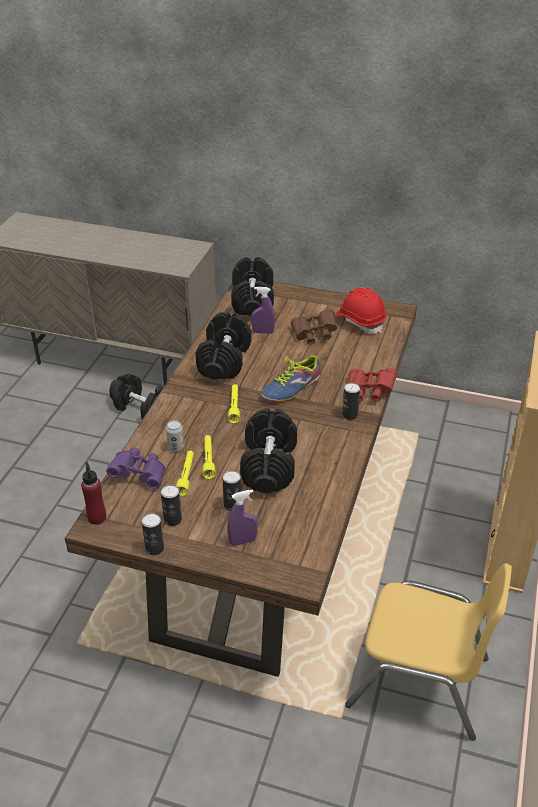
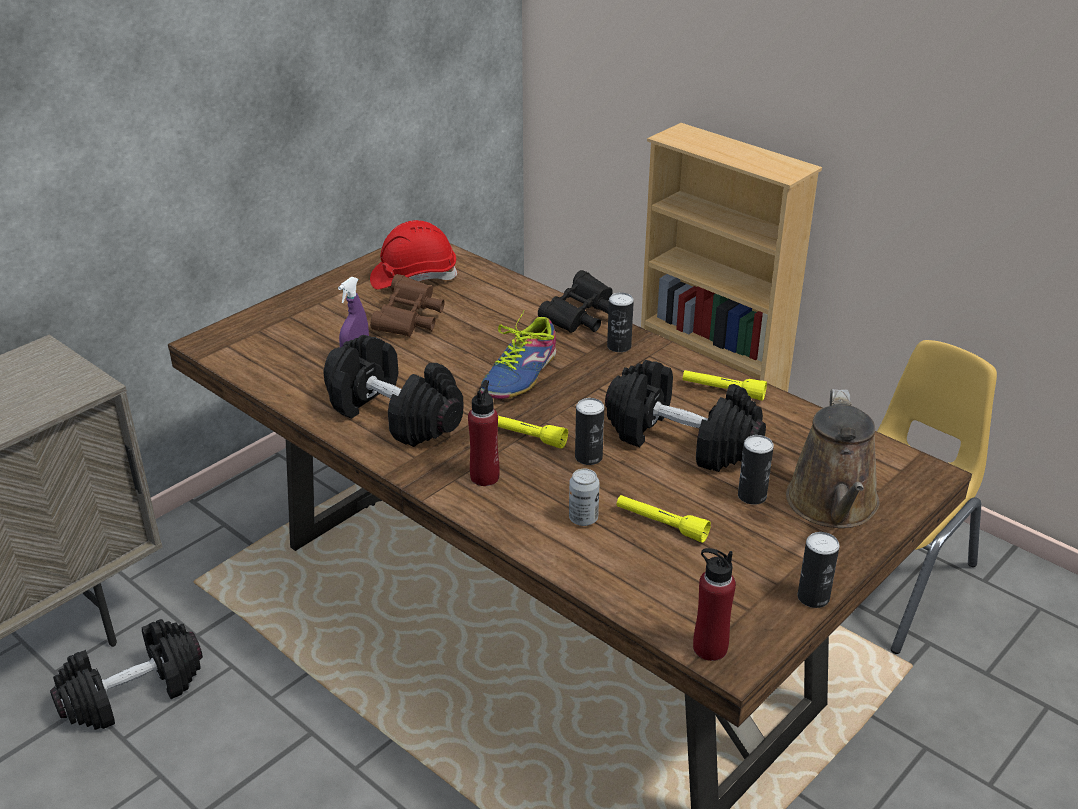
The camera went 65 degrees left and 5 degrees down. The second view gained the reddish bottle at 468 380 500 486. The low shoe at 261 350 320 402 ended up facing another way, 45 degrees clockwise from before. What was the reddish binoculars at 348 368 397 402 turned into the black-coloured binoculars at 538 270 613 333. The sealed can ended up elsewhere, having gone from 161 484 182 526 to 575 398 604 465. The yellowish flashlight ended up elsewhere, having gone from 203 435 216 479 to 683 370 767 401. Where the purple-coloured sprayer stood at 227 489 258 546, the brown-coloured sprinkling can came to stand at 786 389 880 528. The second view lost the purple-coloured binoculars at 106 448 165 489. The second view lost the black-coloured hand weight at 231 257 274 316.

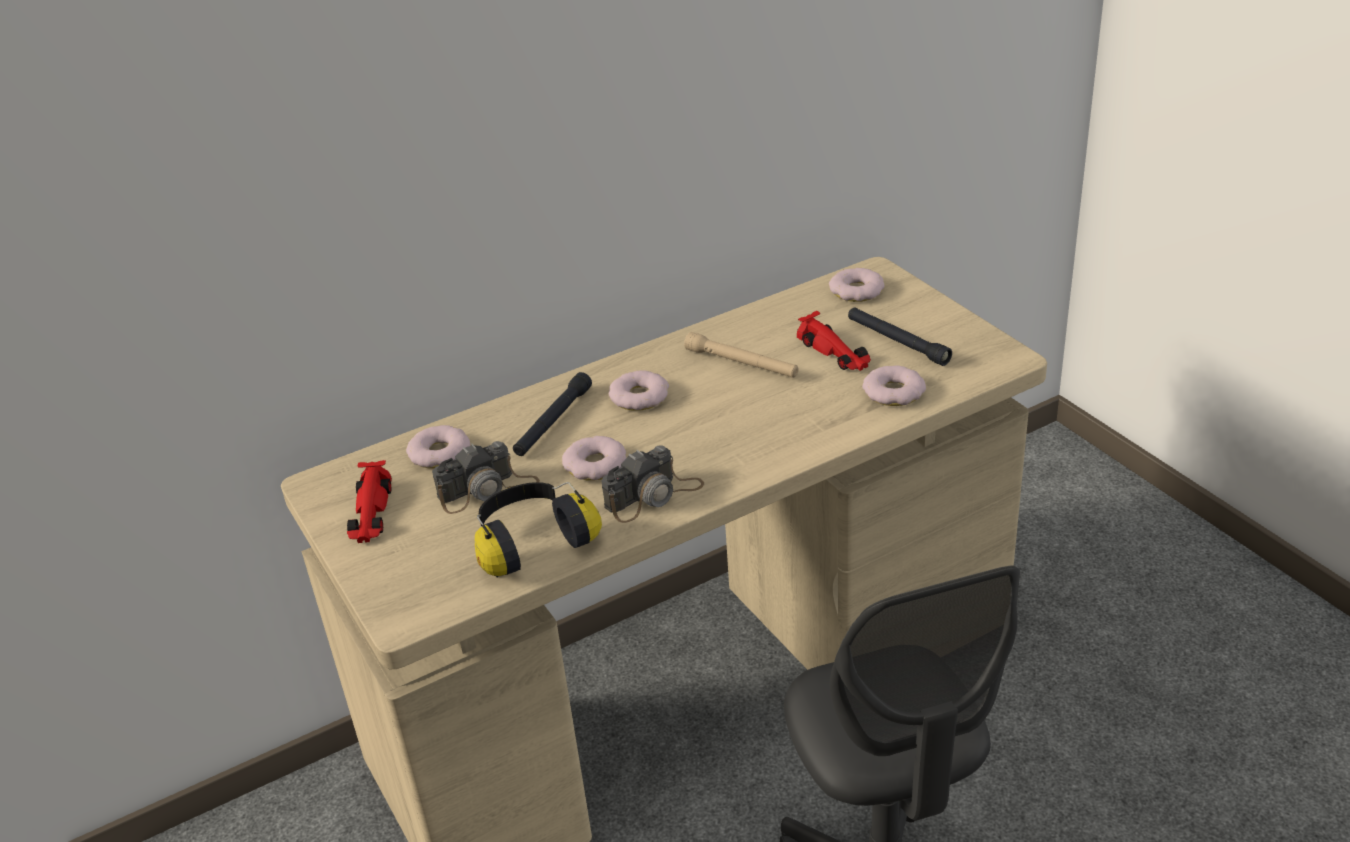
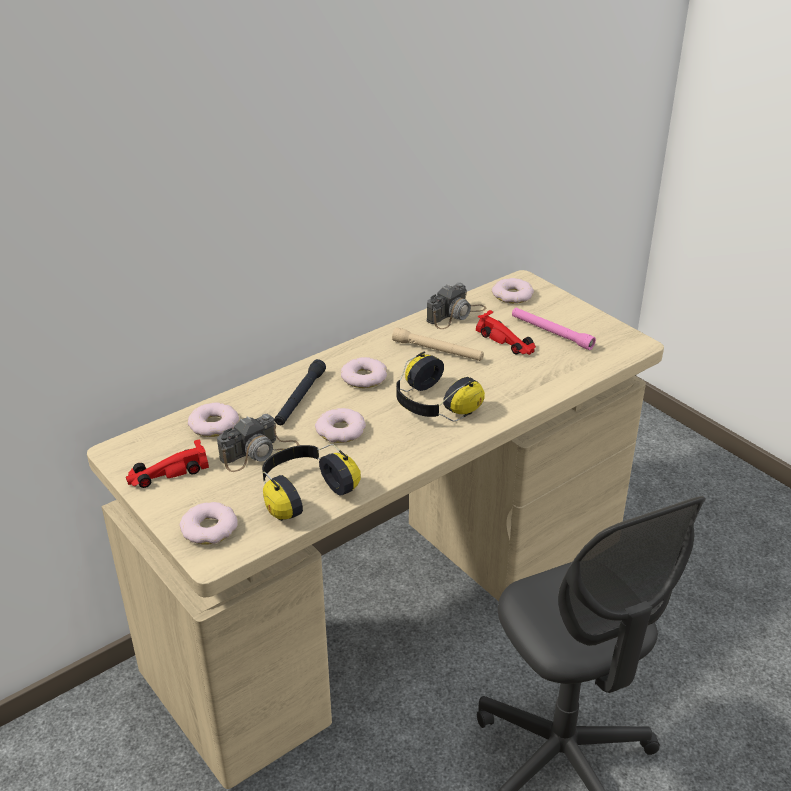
The camera went 10 degrees left and 0 degrees up. The reddish miniature car at 347 460 392 543 ended up facing another way, 75 degrees clockwise from before. The doughnut ended up elsewhere, having gone from 862 365 926 406 to 179 502 238 545. The second view gained the pair of headphones at 396 352 485 422. The still camera ended up elsewhere, having gone from 602 445 704 523 to 426 283 486 329. What was the black-coloured flashlight at 848 307 952 366 turned into the pink flashlight at 512 308 596 350.

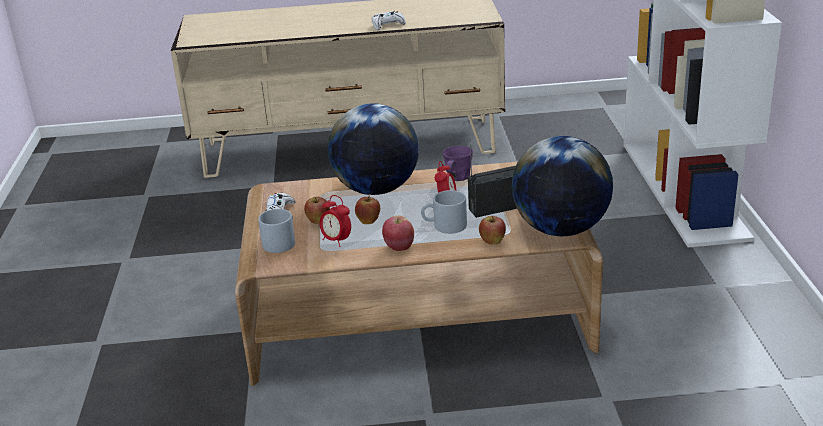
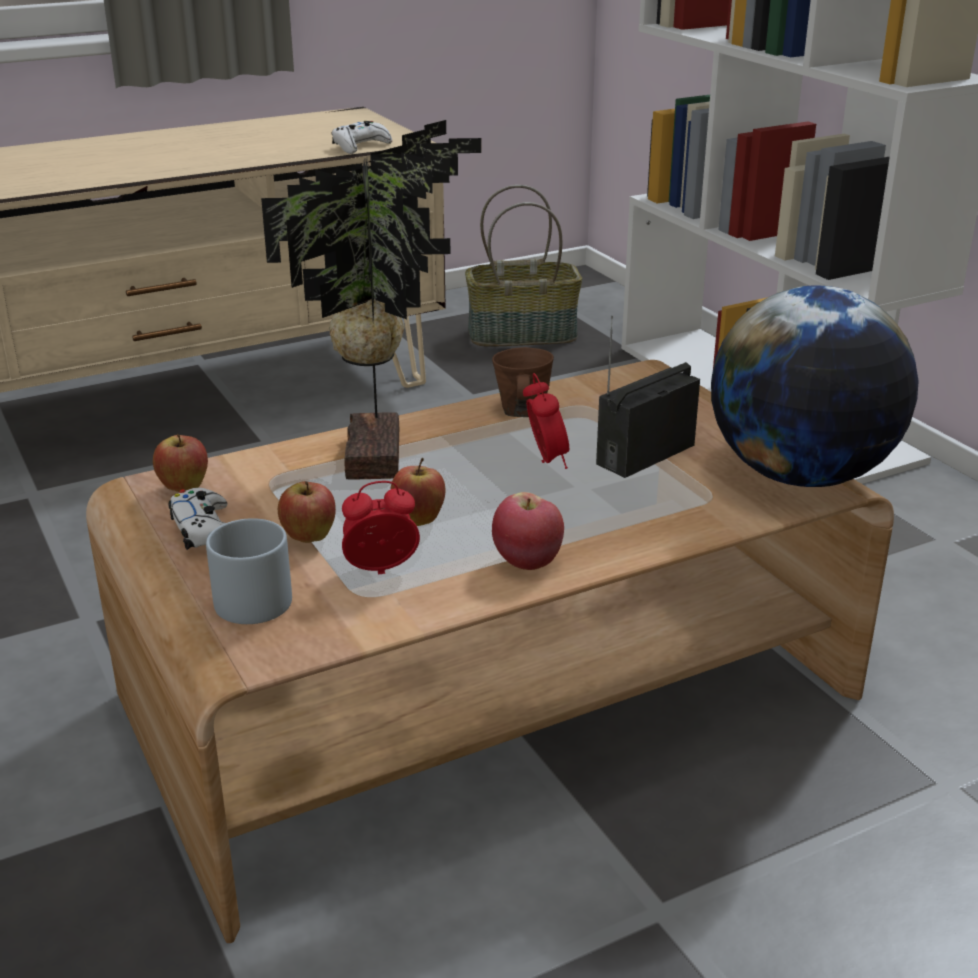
The camera went 25 degrees left and 0 degrees up. The whole apple ended up elsewhere, having gone from 479 216 506 245 to 153 434 208 492. Where the desk globe stood at 328 103 419 195, the houseplant came to stand at 261 120 482 480. The white-coloured gamepad ended up elsewhere, having gone from 372 11 406 30 to 332 121 392 154. The bedside clock at 320 195 351 247 ended up facing another way, 150 degrees clockwise from before. The second view gained the household basket at 465 185 582 347. What was the purple-coloured coffee mug at 442 146 473 181 turned into the brown-coloured coffee mug at 492 347 554 417. The second view lost the gray coffee mug at 421 190 467 234.

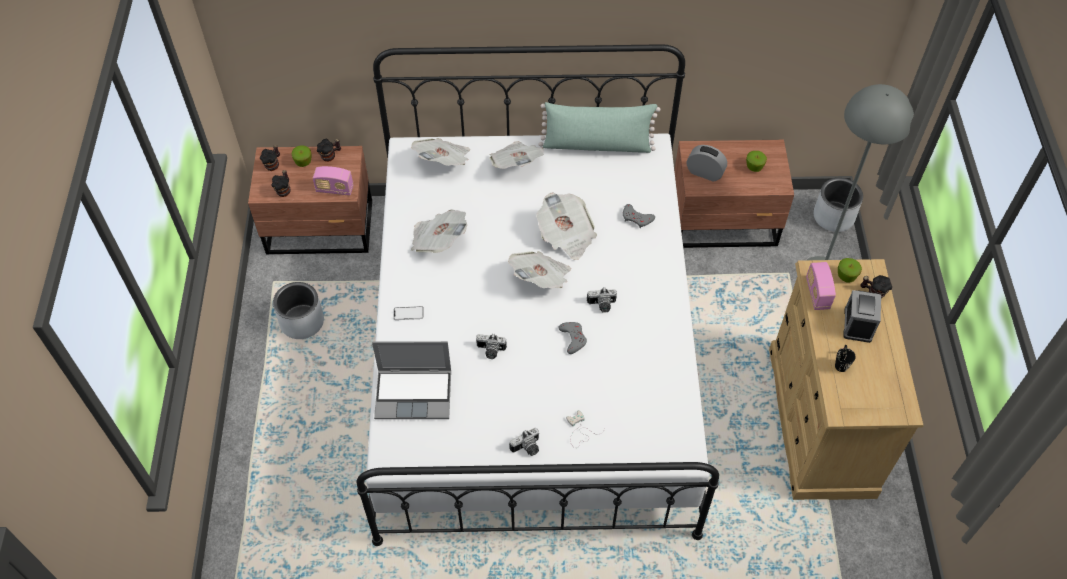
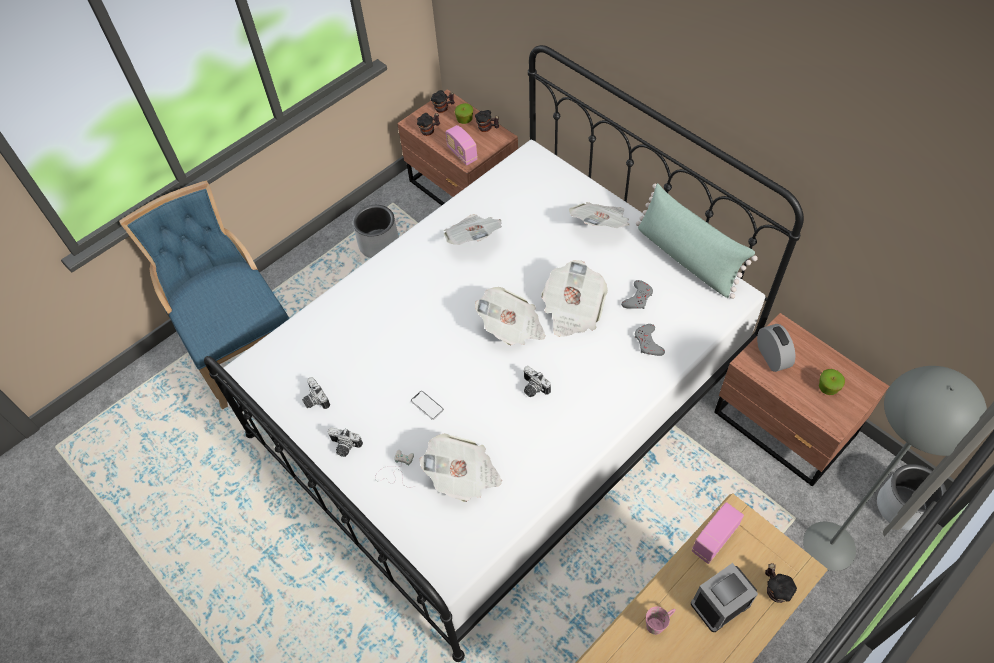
The camera went 50 degrees right and 0 degrees up. The second view gained the bluish plain chair at 119 181 290 410. The still camera ended up elsewhere, having gone from 476 333 507 359 to 302 377 330 409. The phone ended up elsewhere, having gone from 393 306 424 320 to 411 391 444 420. The daily paper ended up elsewhere, having gone from 411 138 470 166 to 420 433 502 502. The gray gamepad ended up elsewhere, having gone from 558 322 587 354 to 621 280 653 309. What was the black-coloured coffee mug at 835 345 856 372 turned into the pink coffee mug at 646 606 676 635. The second view lost the notebook computer at 372 341 451 419. The second view lost the whole apple at 838 258 862 283.

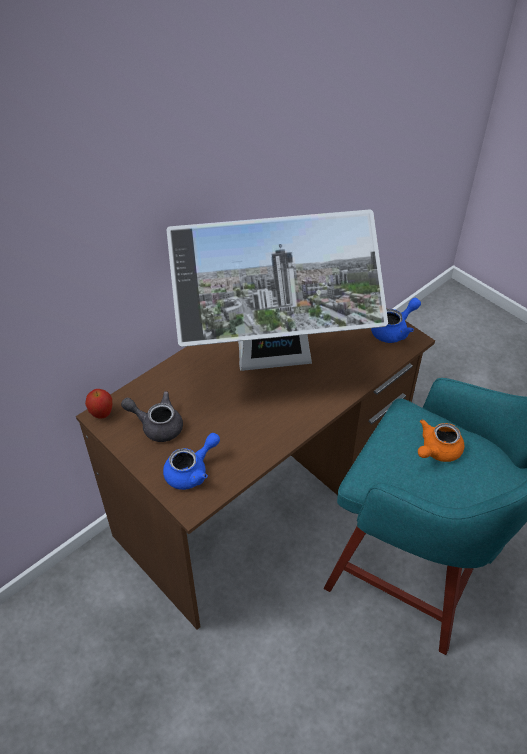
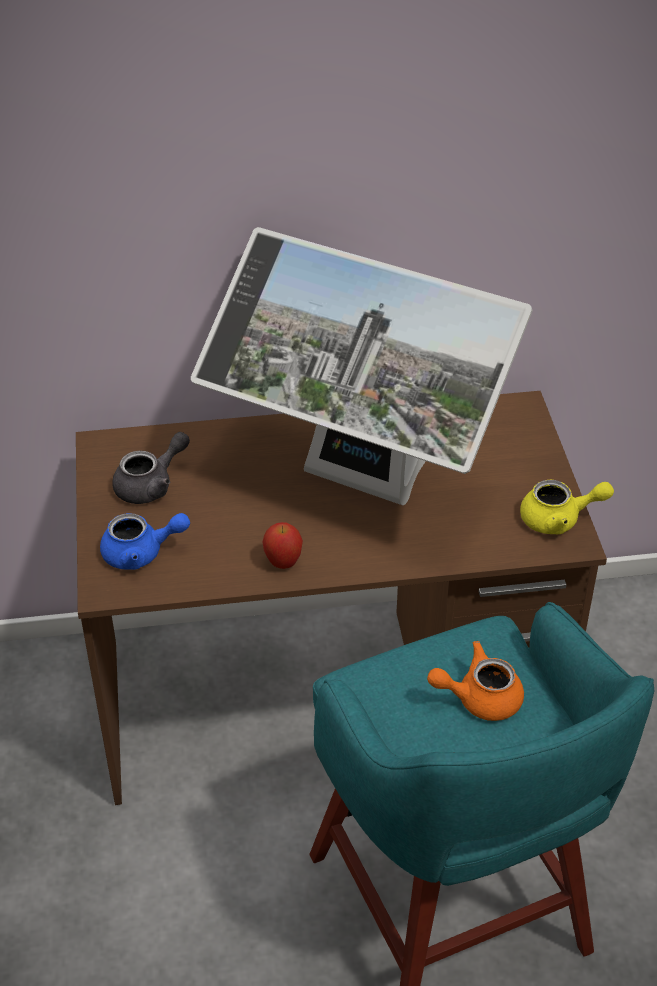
The camera went 35 degrees right and 5 degrees down. The gray tea pot at 121 391 183 442 ended up facing another way, 90 degrees clockwise from before. The whole apple ended up elsewhere, having gone from 85 389 112 419 to 262 522 303 569. What was the bluish tea pot at 371 298 421 343 turned into the yellowish tea pot at 520 480 614 534.

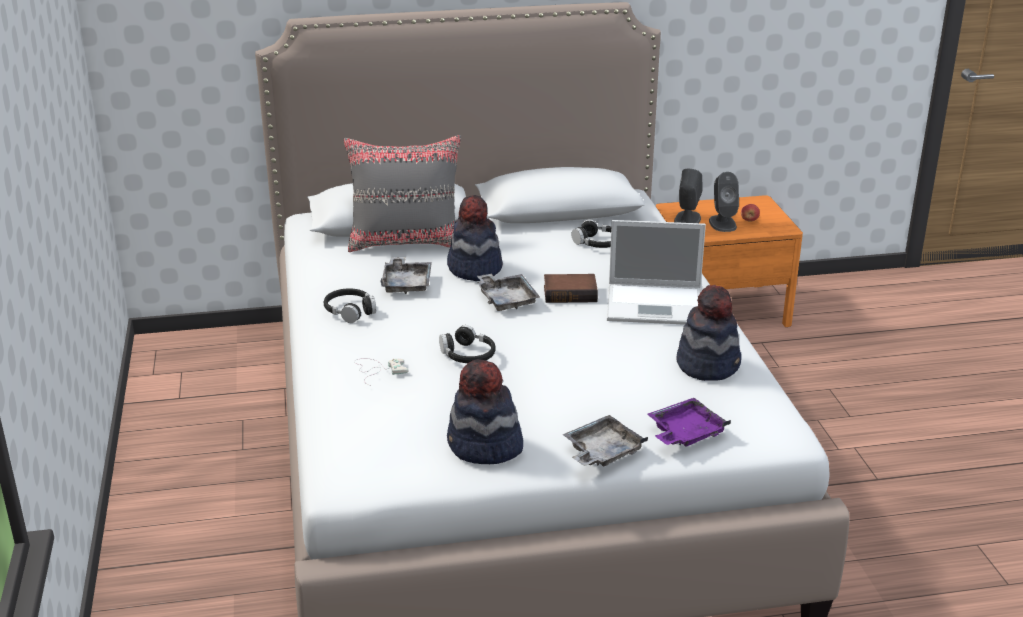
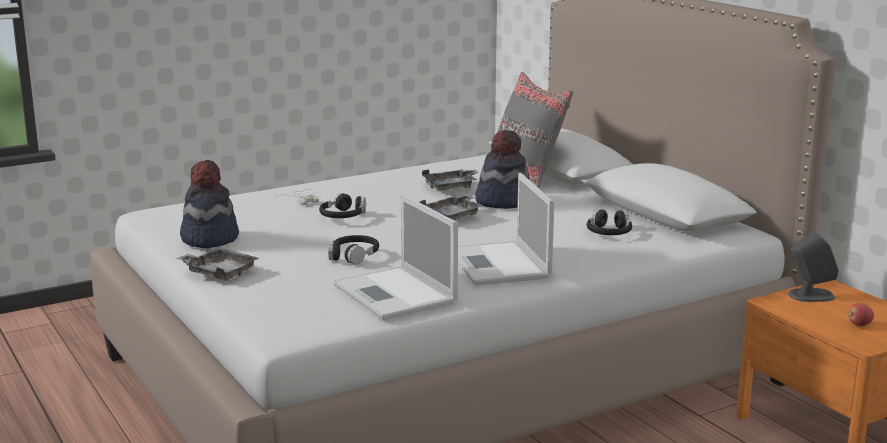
The camera went 70 degrees right and 10 degrees down. The black-coloured pair of headphones ended up elsewhere, having gone from 324 288 376 323 to 328 235 379 265. Where the clothing hat stood at 676 285 741 381, the notebook computer came to stand at 334 194 458 320. The second view lost the volume at 544 274 598 303. The second view lost the purple-coloured tray at 647 398 731 446. The second view lost the gray loudspeaker at 709 172 739 232.

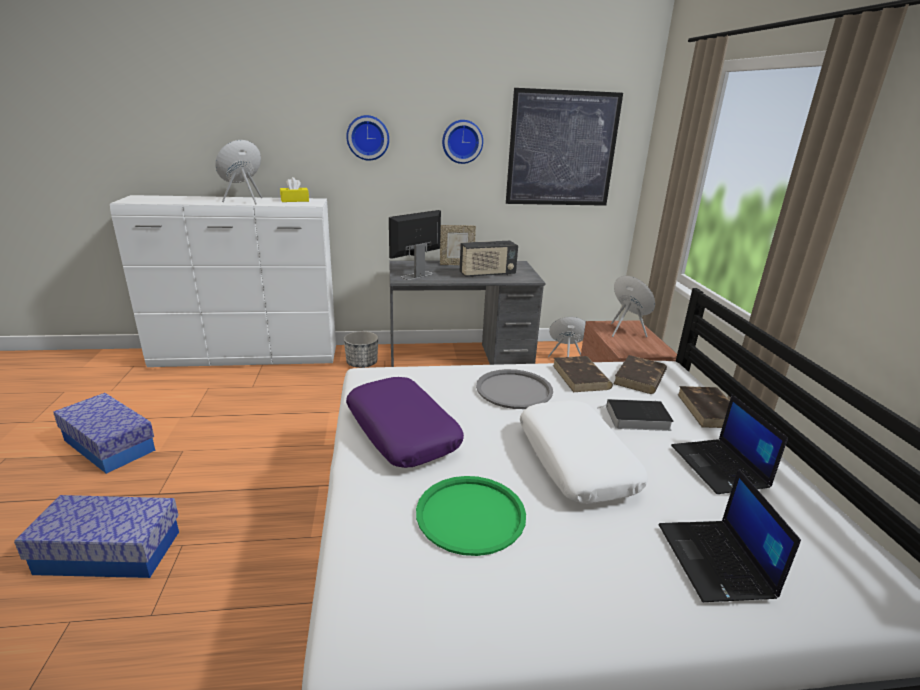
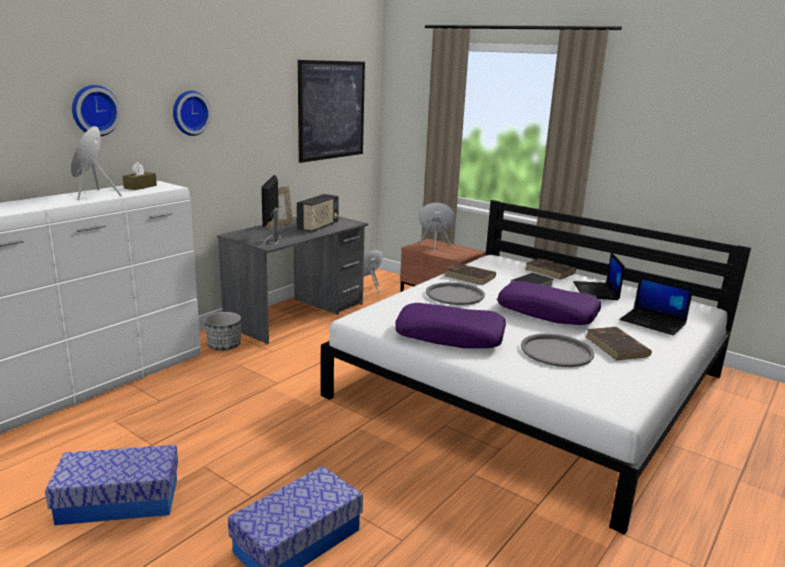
The camera went 45 degrees left and 5 degrees down. The clock on the wall ended up elsewhere, having gone from 442 120 483 164 to 72 85 121 136. What was the yellowish box of tissues at 280 177 309 202 turned into the brown-coloured box of tissues at 123 162 157 190. What was the white-coloured pillow at 520 400 648 504 turned into the purple-coloured pillow at 497 281 601 325. What was the greenish tray at 416 476 526 556 turned into the gray tray at 521 334 594 367. The notebook computer at 671 395 788 494 ended up facing another way, 60 degrees clockwise from before. The brown-coloured volume ended up elsewhere, having gone from 613 355 667 394 to 586 327 652 360.

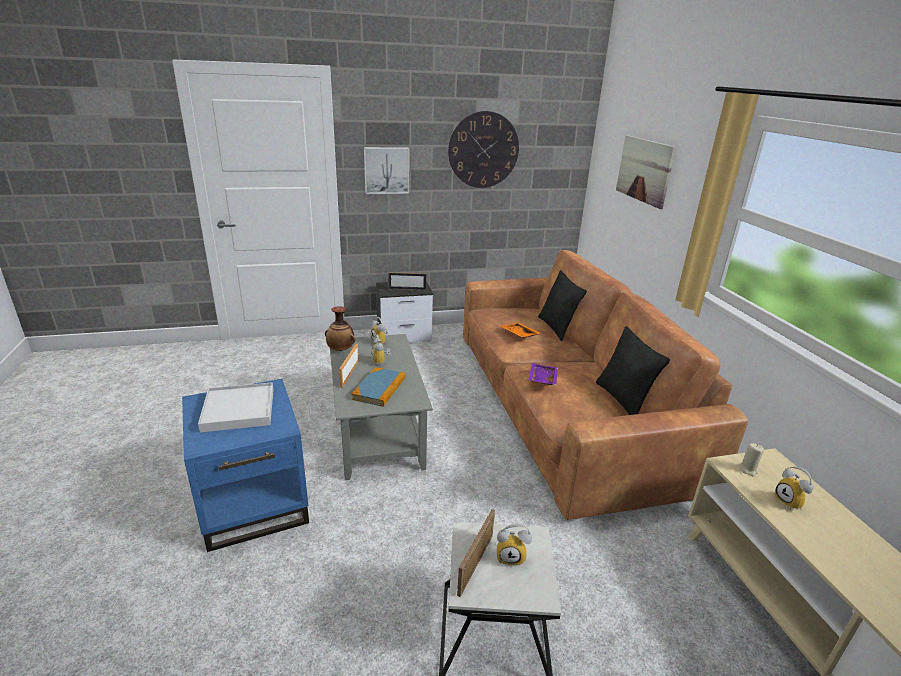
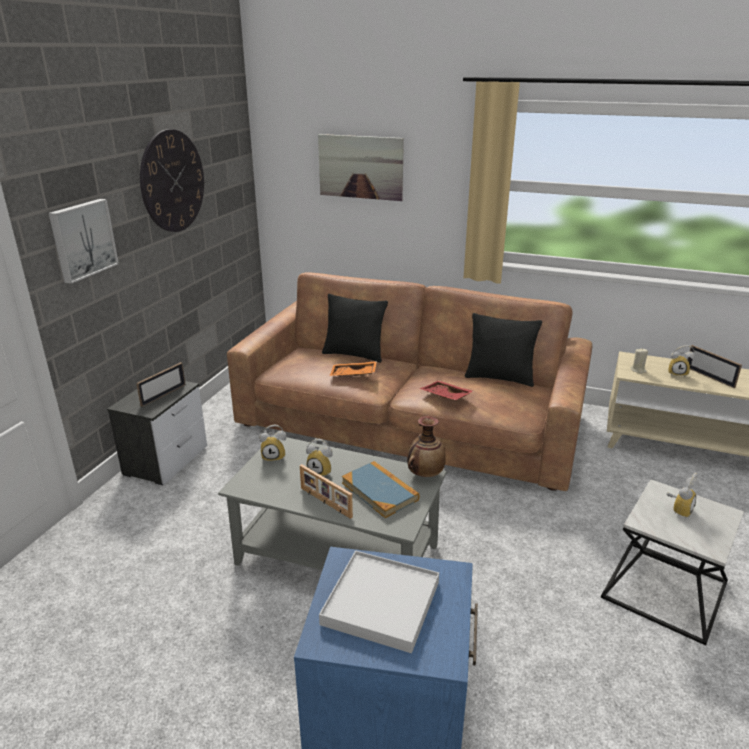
The camera went 55 degrees left and 0 degrees up. The decorative vase ended up elsewhere, having gone from 325 307 355 351 to 407 416 446 477. What was the purple-coloured tray at 528 363 558 385 turned into the reddish tray at 419 381 474 401. The standing frame ended up elsewhere, having gone from 457 509 495 597 to 688 345 742 388.

